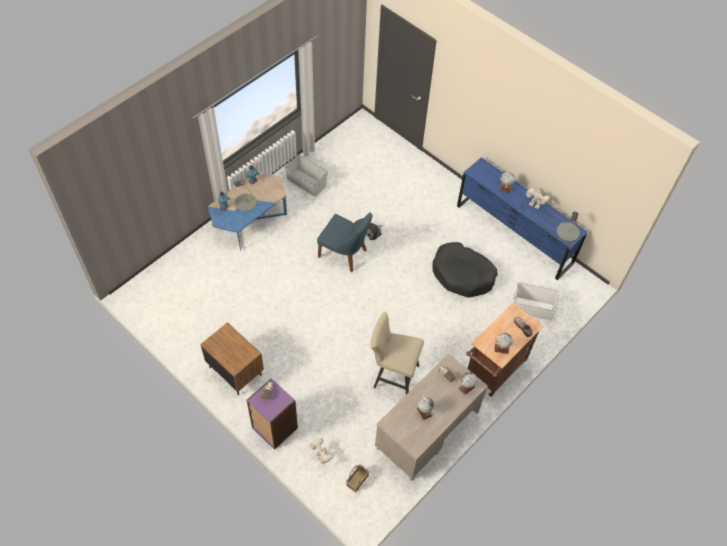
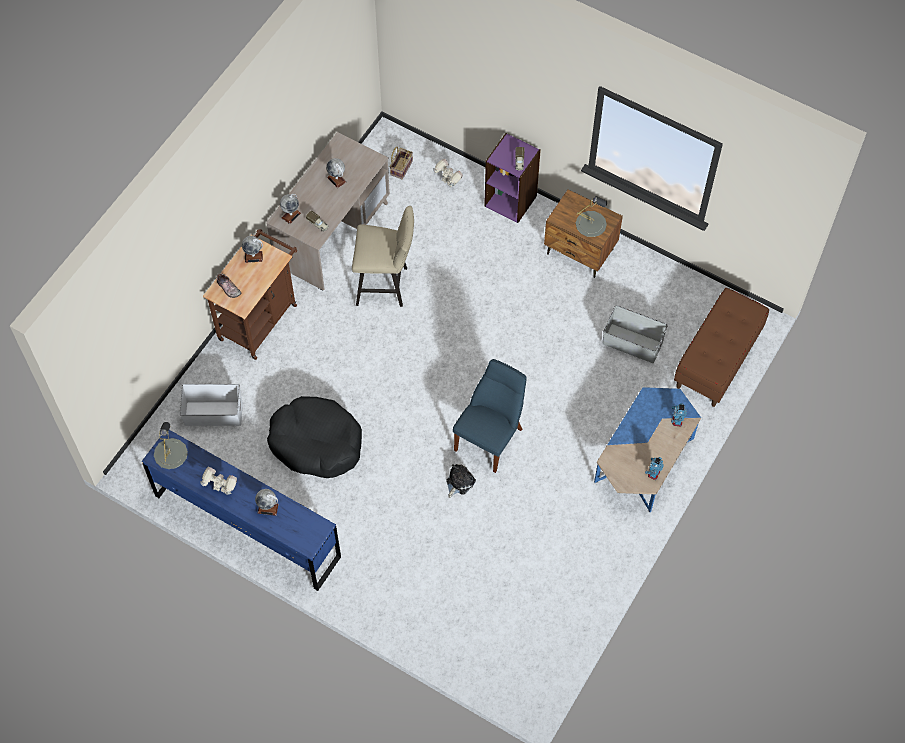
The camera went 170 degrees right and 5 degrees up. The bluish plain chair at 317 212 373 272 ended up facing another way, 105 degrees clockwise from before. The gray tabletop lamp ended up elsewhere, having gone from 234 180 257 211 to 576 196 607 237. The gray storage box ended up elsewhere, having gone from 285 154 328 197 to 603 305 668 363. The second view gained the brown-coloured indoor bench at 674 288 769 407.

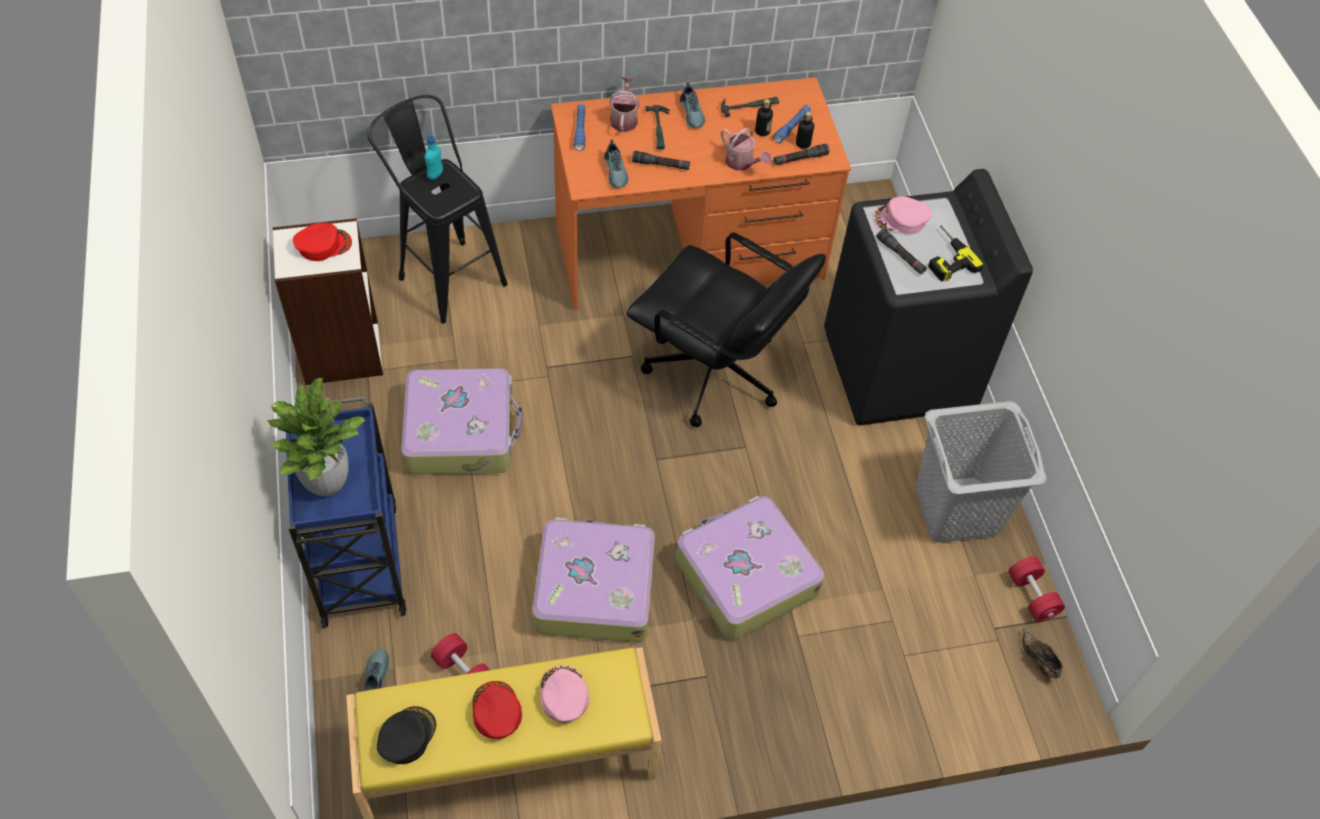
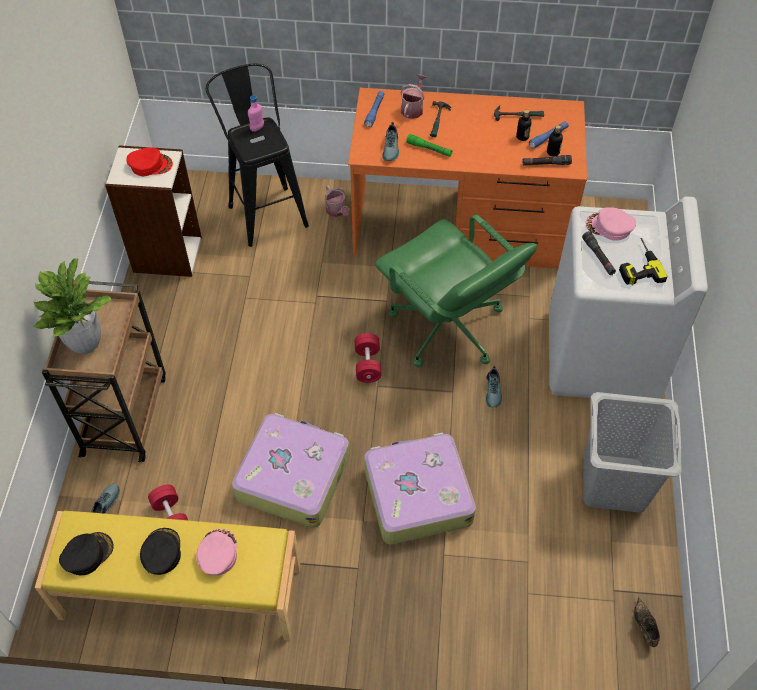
The camera went 20 degrees right and 0 degrees up. What was the bluish wheeled cart at 286 396 407 628 turned into the brown-coloured wheeled cart at 42 281 166 462. What was the reddish peaked cap at 472 681 522 739 turned into the black-coloured peaked cap at 140 528 181 575. What was the blue-green bottle at 425 135 443 180 turned into the pink bottle at 248 95 264 132. The sprinkling can ended up elsewhere, having gone from 721 128 771 171 to 325 186 350 217. The reddish hand weight ended up elsewhere, having gone from 1008 557 1065 622 to 355 333 381 383. What was the black-coloured office chair at 627 233 826 427 turned into the greenish office chair at 375 214 537 368. What was the black-coloured flashlight at 632 151 690 170 turned into the greenish flashlight at 406 134 453 157. The low shoe ended up elsewhere, having gone from 680 82 705 128 to 486 366 502 408. What was the black-coloured laundry machine at 824 169 1033 425 turned into the white-coloured laundry machine at 549 196 708 399. The second view lost the travel case at 401 368 523 475.

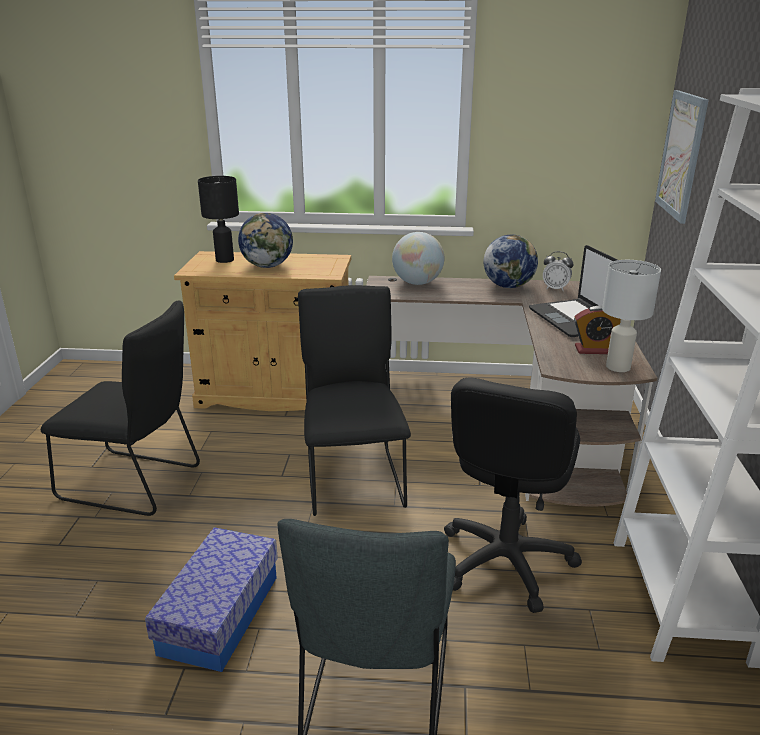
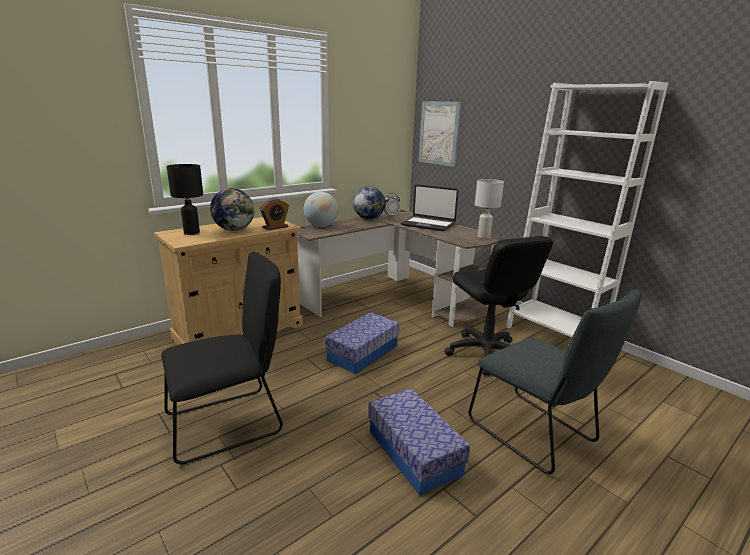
The camera went 45 degrees left and 5 degrees down. The bedside clock ended up elsewhere, having gone from 574 306 621 354 to 260 198 289 230. Where the black-coloured plain chair stood at 298 285 411 516, the storage box came to stand at 325 312 400 374.

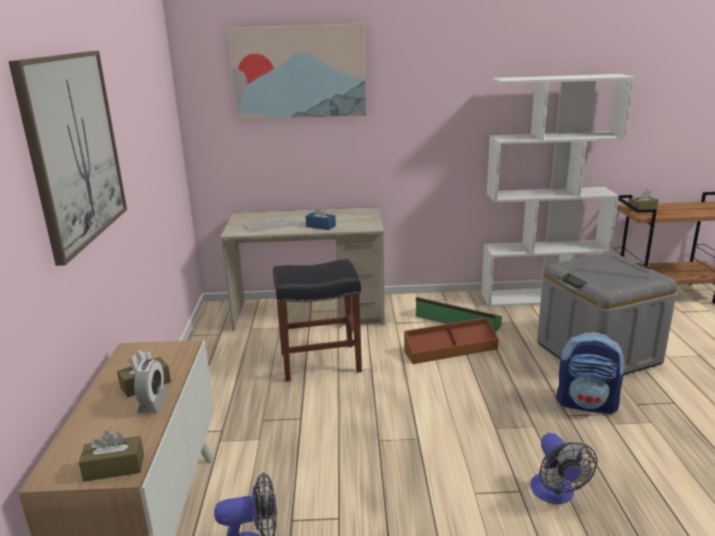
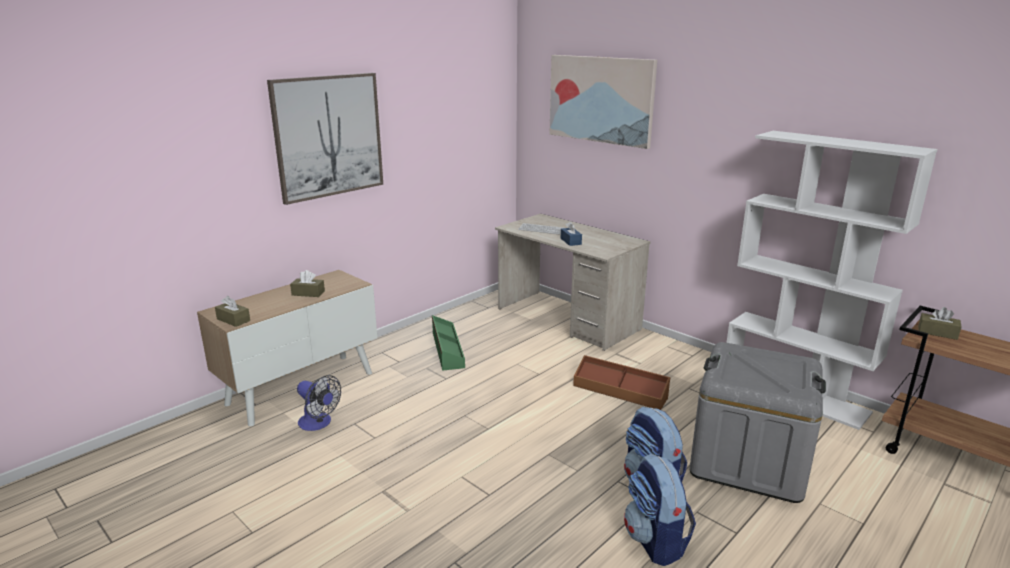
The camera went 45 degrees right and 0 degrees up. The greenish storage box ended up elsewhere, having gone from 416 297 502 333 to 432 315 465 371. The second view gained the backpack at 624 453 696 566. The second view lost the bedside clock at 134 359 169 413. The second view lost the black-coloured stool seat at 273 259 362 382. The second view lost the cooling fan at 531 433 598 504.

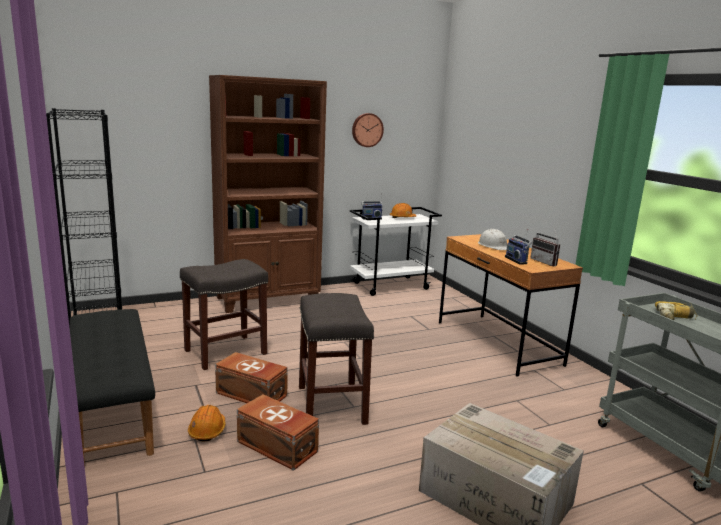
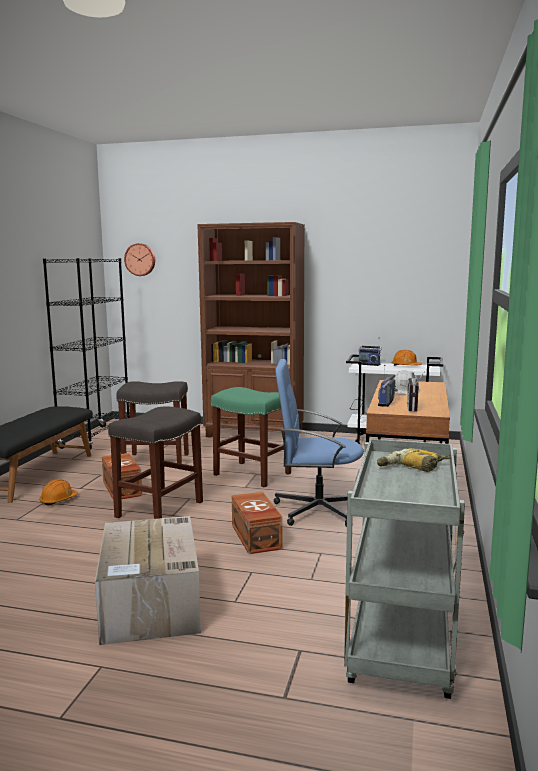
The camera went 40 degrees right and 5 degrees down. The clock on the wall ended up elsewhere, having gone from 352 113 384 147 to 124 243 155 276. The second view gained the greenish stool seat at 211 387 291 487. The brown-coloured storage box ended up elsewhere, having gone from 237 394 319 471 to 232 492 283 554. The second view gained the bluish office chair at 274 359 364 527.

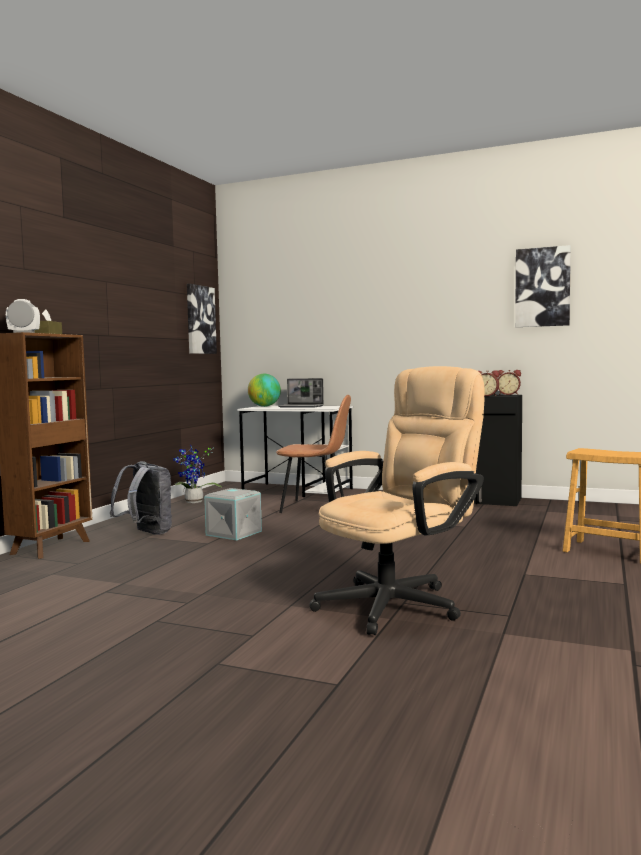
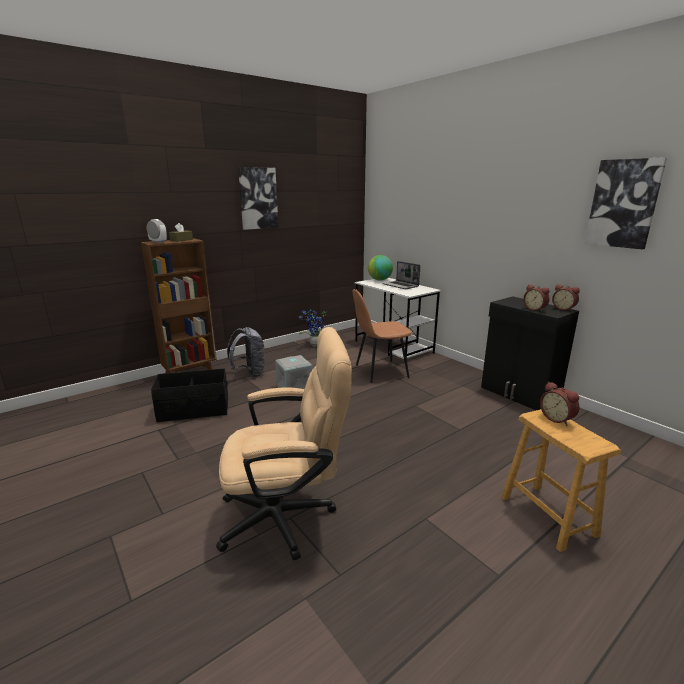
The camera went 30 degrees right and 15 degrees up. The second view gained the black-coloured storage box at 151 368 228 422. The wall art ended up elsewhere, having gone from 187 284 217 354 to 238 167 278 230. The brown-coloured plain chair at 276 395 351 513 ended up facing another way, 120 degrees clockwise from before. The second view gained the bedside clock at 540 382 579 426.

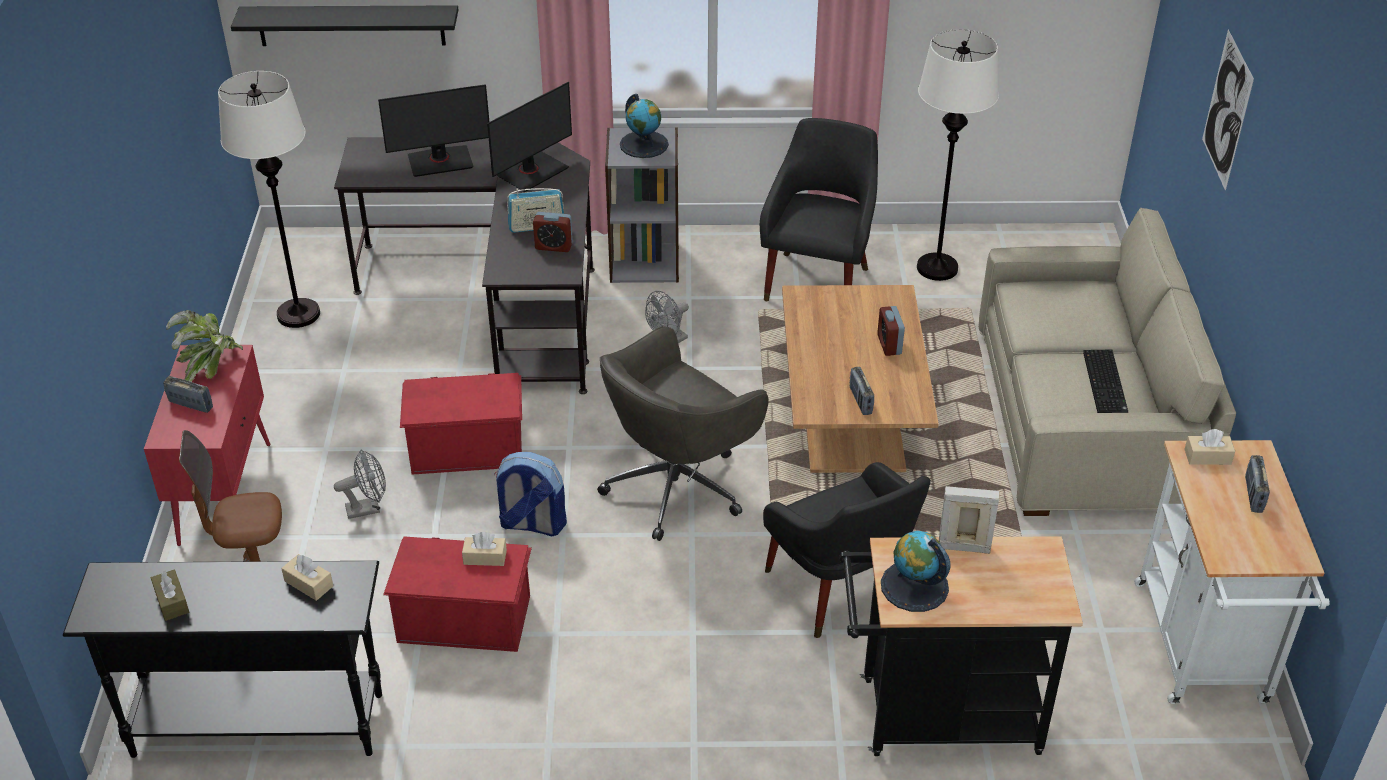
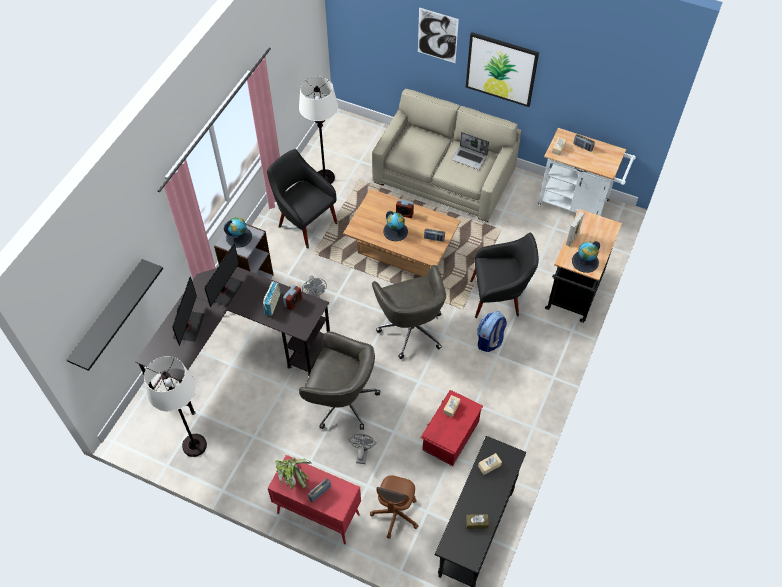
The camera went 65 degrees left and 15 degrees up. The monitor at 487 82 572 192 ended up facing another way, 45 degrees clockwise from before. Where the reddish storage box stood at 400 373 522 475, the gray office chair came to stand at 299 331 380 430. The second view gained the desk globe at 383 211 408 241. Where the keyboard stood at 1083 349 1128 413, the notebook computer came to stand at 452 132 489 170. The second view gained the wall art at 466 32 539 107. The backpack ended up elsewhere, having gone from 494 452 567 536 to 477 311 507 352.

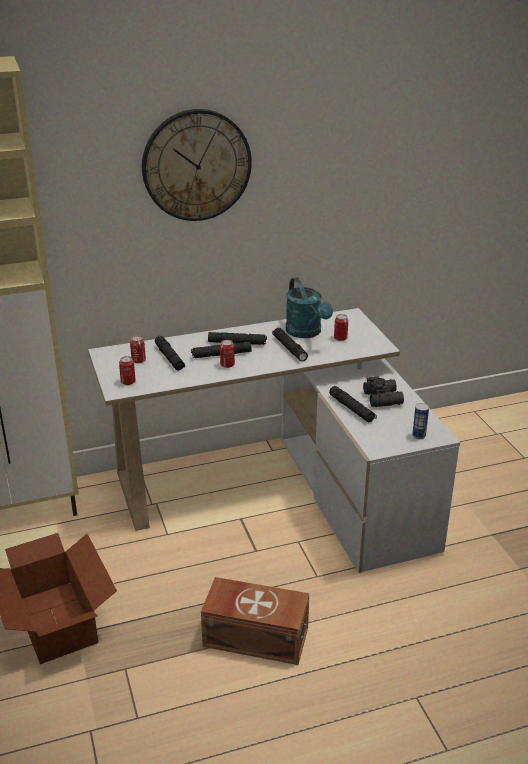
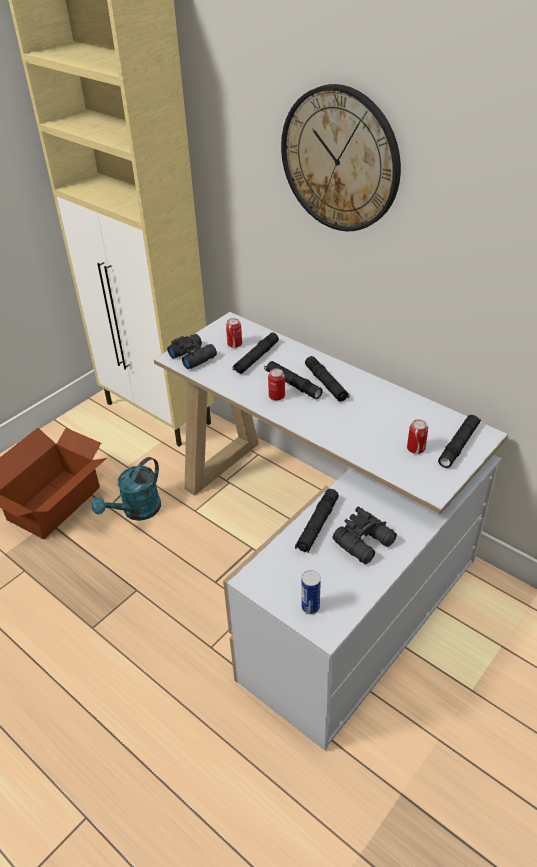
The camera went 60 degrees right and 10 degrees up. The blue-green sprinkling can ended up elsewhere, having gone from 286 278 333 338 to 91 457 161 521. Where the sealed can stood at 119 356 136 385, the black-coloured binoculars came to stand at 167 334 217 369. The black-coloured flashlight ended up elsewhere, having gone from 272 328 308 362 to 438 415 481 468. The second view lost the brown-coloured storage box at 201 577 309 665.

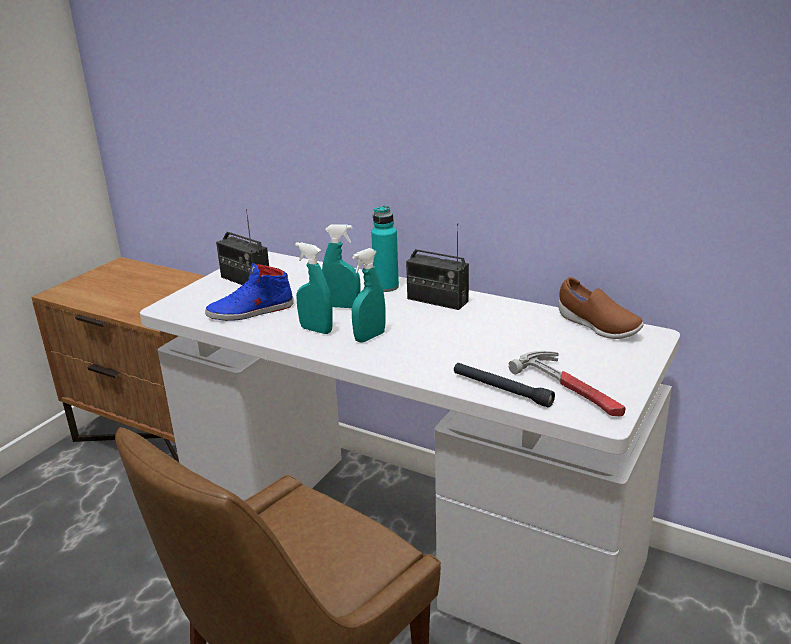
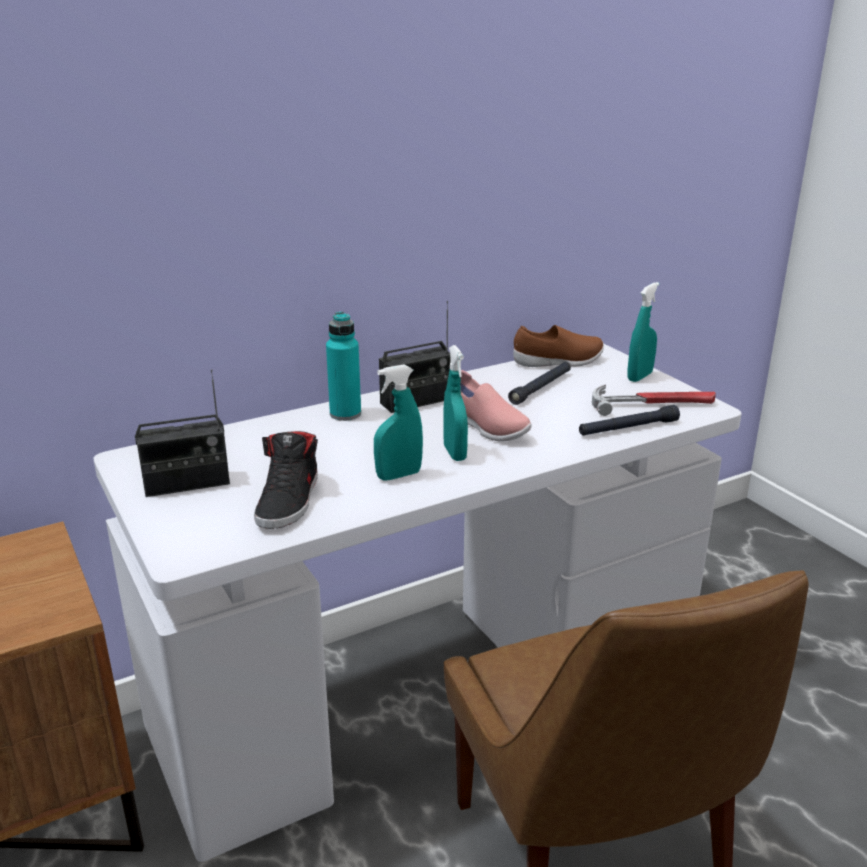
The camera went 60 degrees left and 0 degrees up. What was the bluish low shoe at 205 263 294 321 turned into the black-coloured low shoe at 254 431 318 529. The second view gained the pink low shoe at 460 370 532 442. The second view gained the black-coloured flashlight at 508 362 571 405. The blue-green sprayer ended up elsewhere, having gone from 322 225 361 308 to 627 282 659 382.

